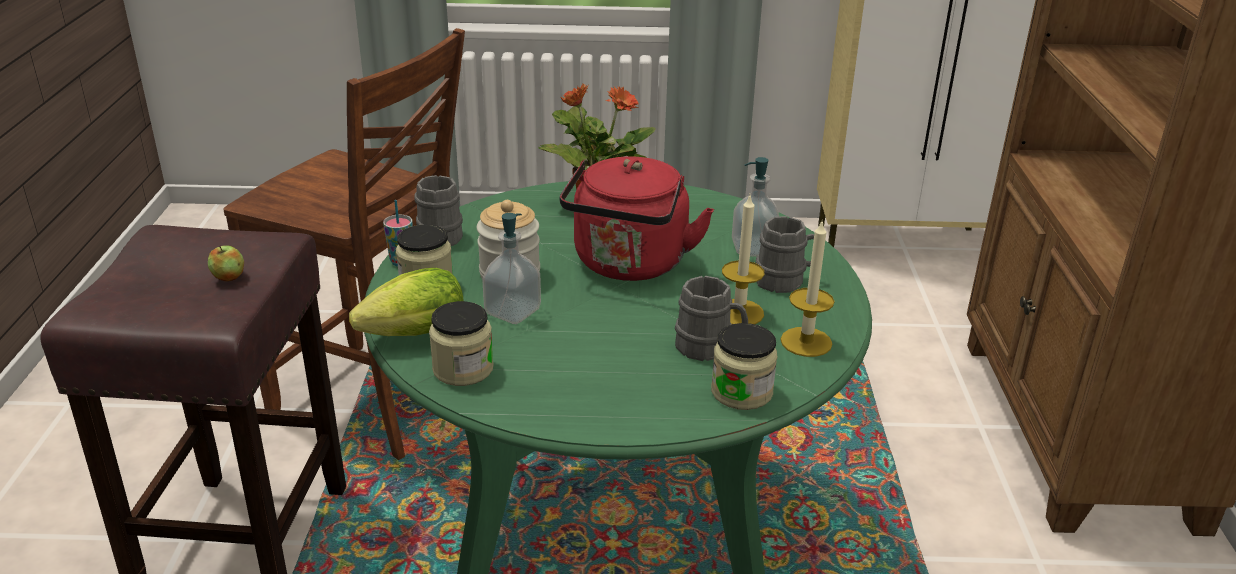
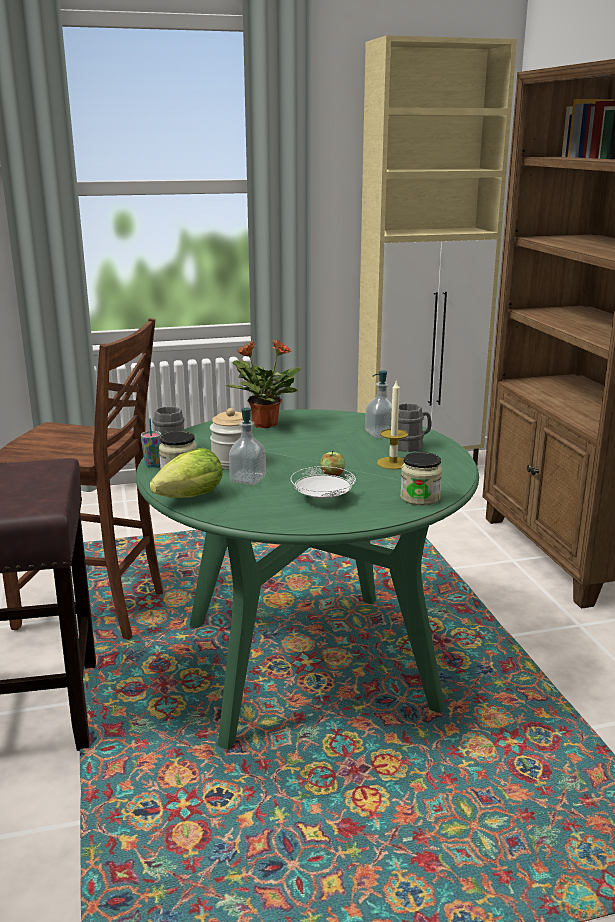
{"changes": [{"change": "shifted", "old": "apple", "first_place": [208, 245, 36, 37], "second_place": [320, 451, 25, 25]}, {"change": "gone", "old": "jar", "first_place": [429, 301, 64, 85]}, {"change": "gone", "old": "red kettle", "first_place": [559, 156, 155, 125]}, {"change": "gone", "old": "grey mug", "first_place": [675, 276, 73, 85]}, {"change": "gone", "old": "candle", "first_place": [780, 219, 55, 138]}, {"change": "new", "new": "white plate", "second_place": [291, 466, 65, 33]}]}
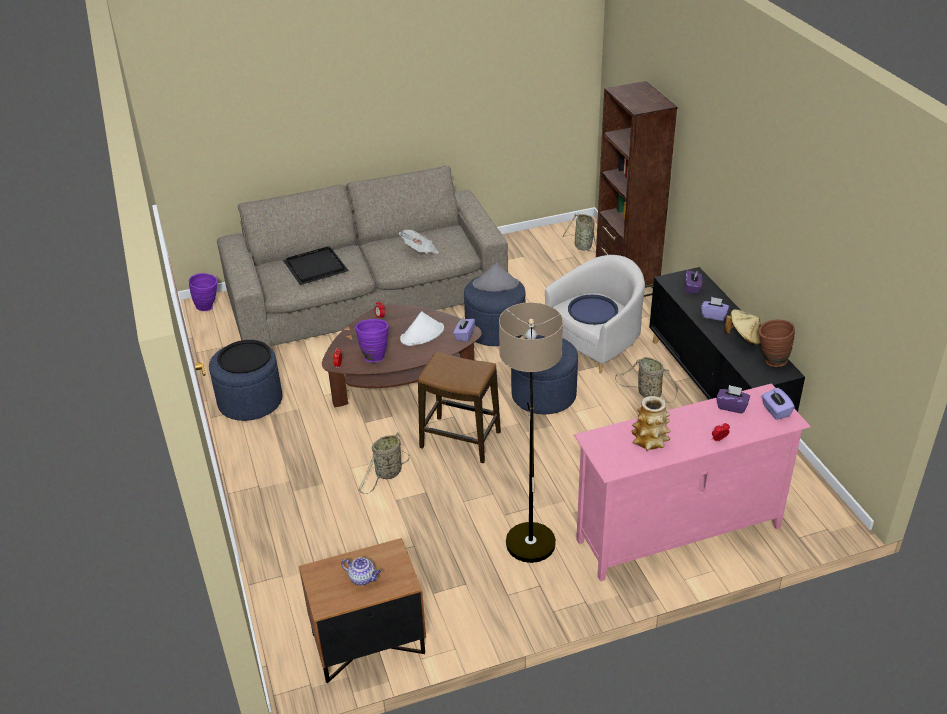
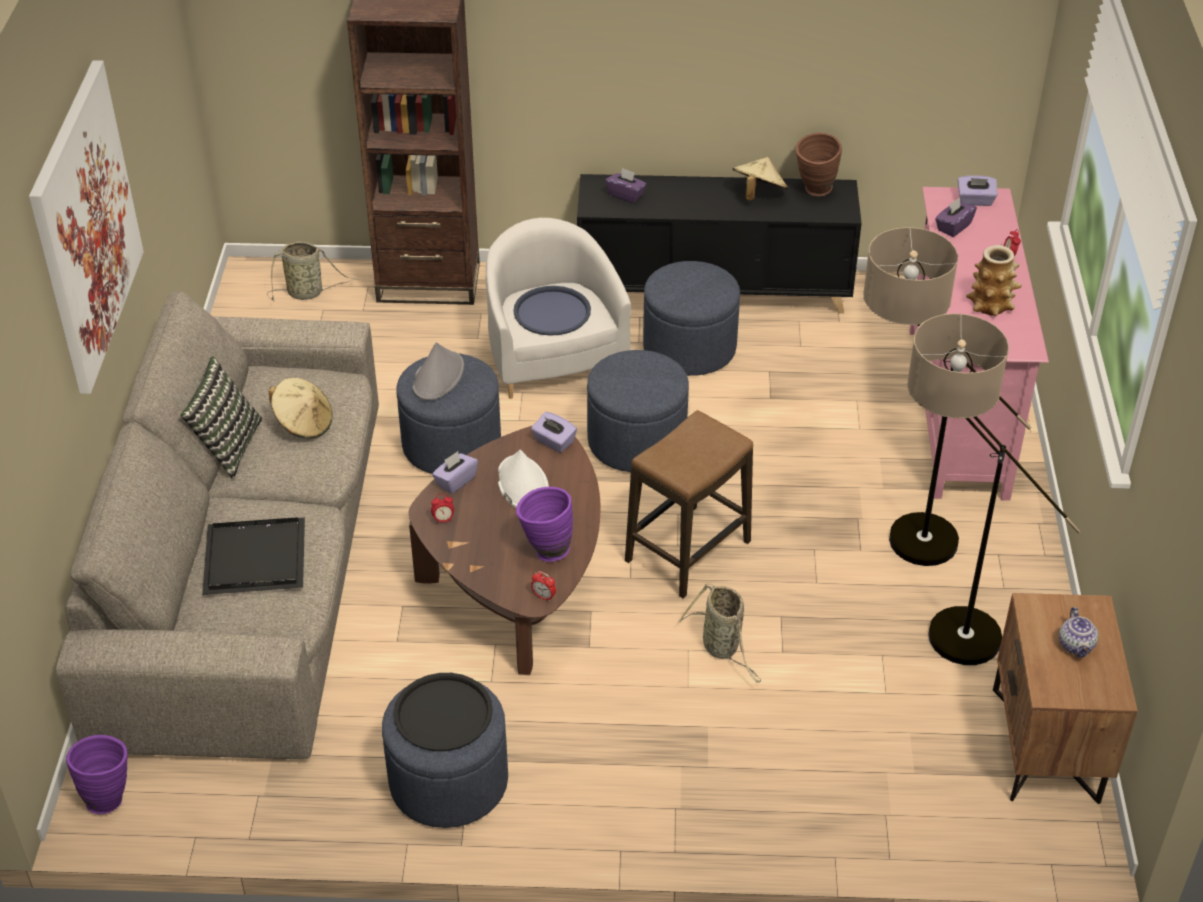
{"changes": [{"change": "rotated", "old": "teapot", "first_place": [341, 557, 40, 28], "second_place": [1059, 607, 39, 51], "degrees": 135}, {"change": "swapped", "old": "newspaper", "new": "beige hat", "first_place": [399, 230, 40, 24], "second_place": [269, 378, 64, 61]}, {"change": "swapped", "old": "basket", "new": "blue ottoman", "first_place": [615, 357, 63, 46], "second_place": [643, 261, 97, 115]}, {"change": "shifted", "old": "purple tissue box", "first_place": [701, 297, 28, 24], "second_place": [432, 451, 46, 43]}, {"change": "new", "new": "picture", "second_place": [29, 60, 115, 334]}, {"change": "new", "new": "pillow", "second_place": [181, 356, 82, 123]}, {"change": "new", "new": "floor lamp", "second_place": [907, 313, 174, 352]}]}
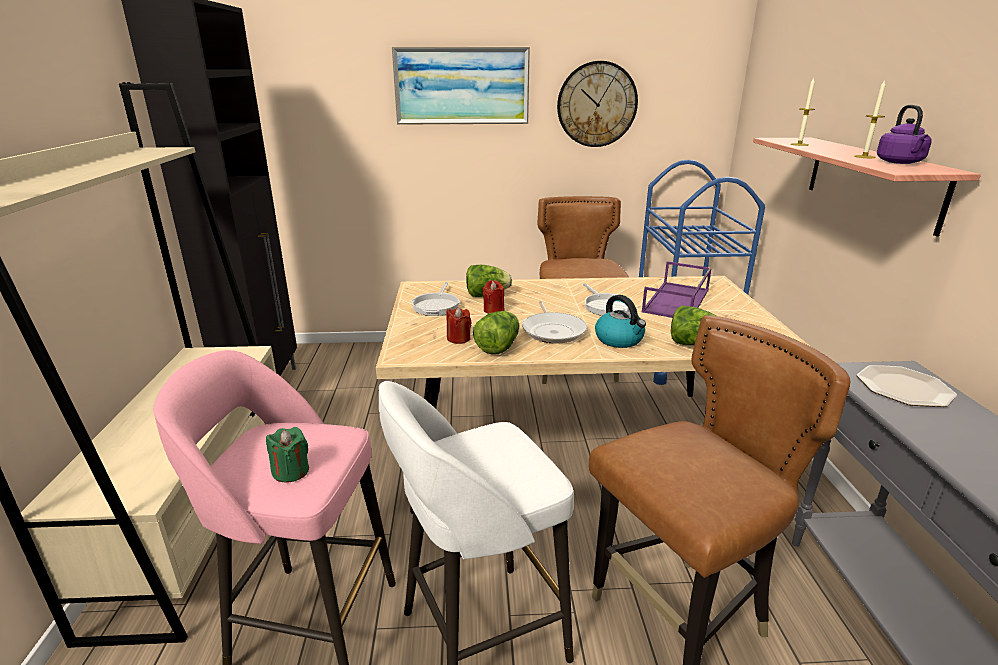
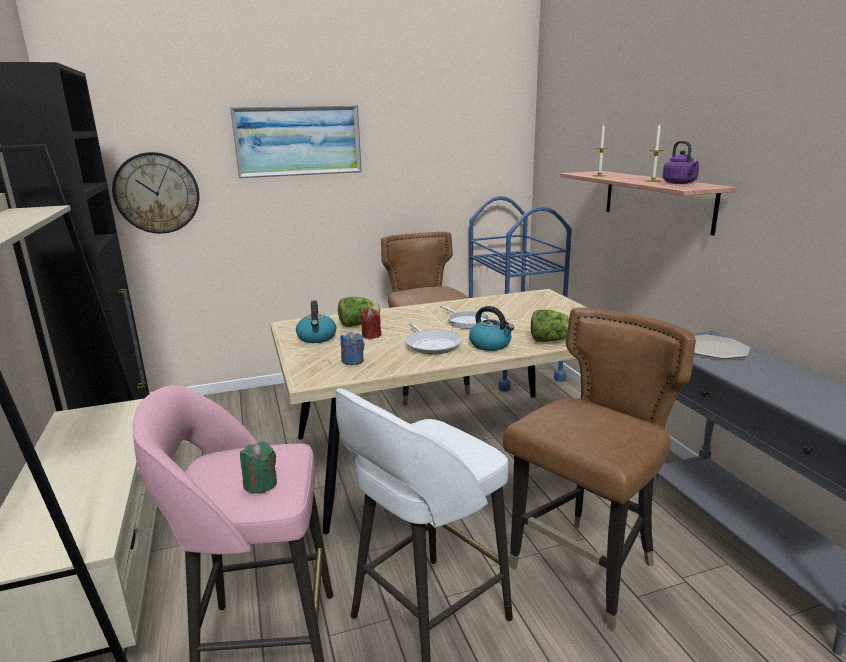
{"changes": [{"change": "swapped", "old": "frying pan", "new": "kettle", "first_place": [411, 282, 50, 34], "second_place": [296, 300, 40, 43]}, {"change": "repainted", "old": "red candle", "new": "blue candle", "first_place": [446, 307, 25, 37], "second_place": [340, 332, 24, 33]}, {"change": "gone", "old": "lettuce", "first_place": [473, 311, 46, 44]}, {"change": "shifted", "old": "wall clock", "first_place": [557, 61, 81, 86], "second_place": [112, 152, 87, 82]}, {"change": "gone", "old": "purple tray", "first_place": [642, 261, 70, 57]}]}
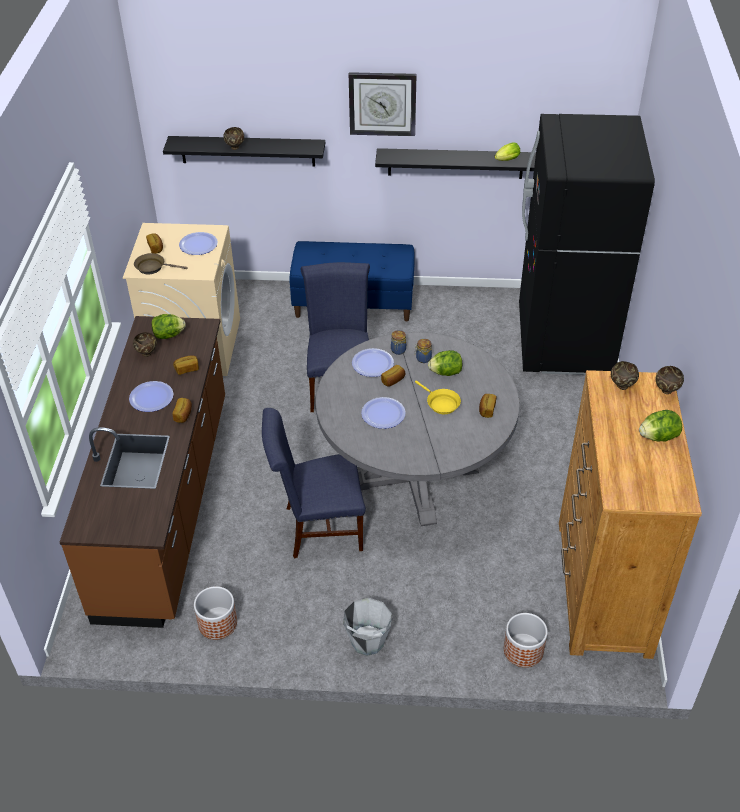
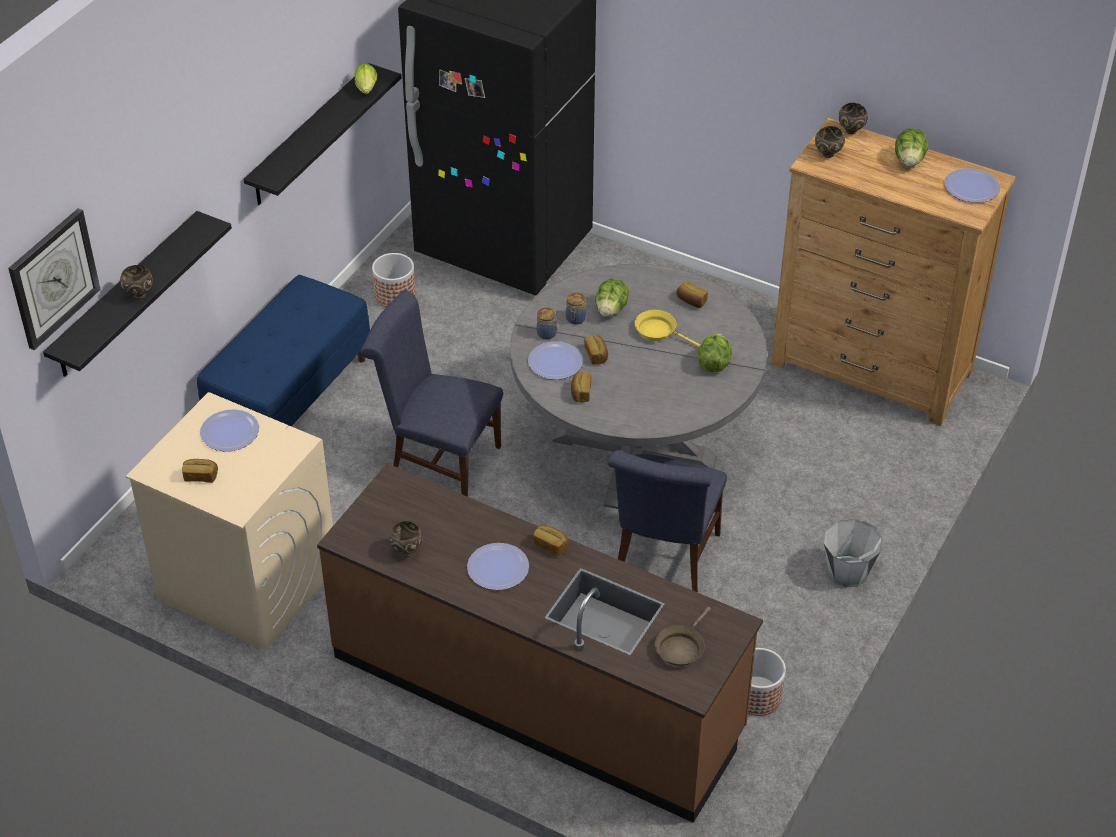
{"changes": [{"change": "shifted", "old": "brown frying pan", "first_place": [134, 253, 54, 21], "second_place": [655, 607, 56, 59]}, {"change": "shifted", "old": "lettuce", "first_place": [151, 314, 35, 25], "second_place": [698, 334, 34, 38]}, {"change": "shifted", "old": "bread", "first_place": [173, 355, 26, 20], "second_place": [571, 372, 20, 31]}, {"change": "shifted", "old": "wall clock", "first_place": [349, 72, 68, 64], "second_place": [8, 208, 93, 142]}, {"change": "shifted", "old": "plate", "first_place": [361, 397, 44, 32], "second_place": [944, 168, 57, 35]}, {"change": "rotated", "old": "yellow frying pan", "first_place": [415, 381, 46, 33], "second_place": [635, 310, 66, 38], "degrees": -135}, {"change": "shifted", "old": "planter", "first_place": [504, 613, 44, 54], "second_place": [372, 253, 44, 54]}]}
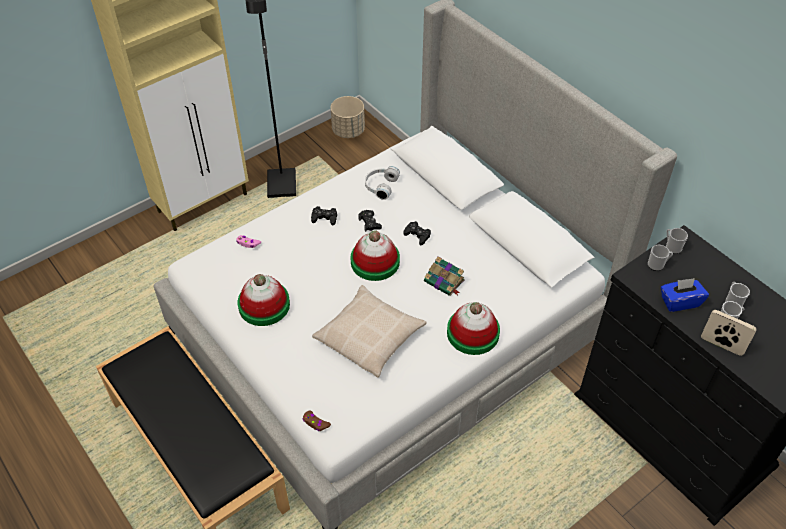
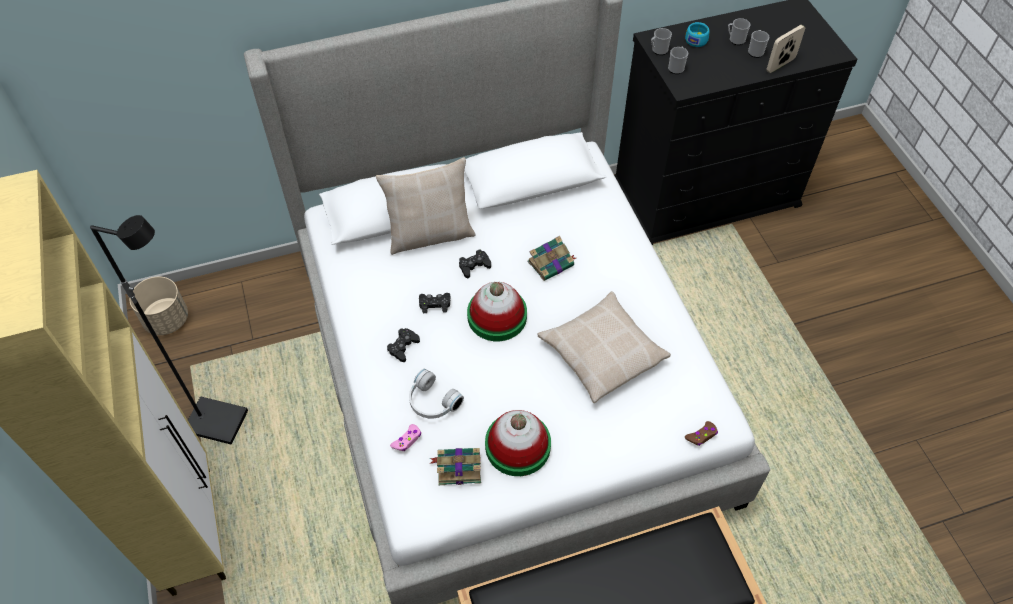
{"changes": [{"change": "shifted", "old": "white headphones", "first_place": [365, 166, 35, 34], "second_place": [409, 369, 55, 50]}, {"change": "gone", "old": "hat", "first_place": [447, 302, 53, 53]}, {"change": "gone", "old": "blue tissue box", "first_place": [661, 278, 48, 34]}, {"change": "new", "new": "beige pillow", "second_place": [376, 157, 100, 98]}, {"change": "new", "new": "book", "second_place": [430, 448, 51, 37]}, {"change": "new", "new": "turquoise cup", "second_place": [685, 22, 25, 25]}]}
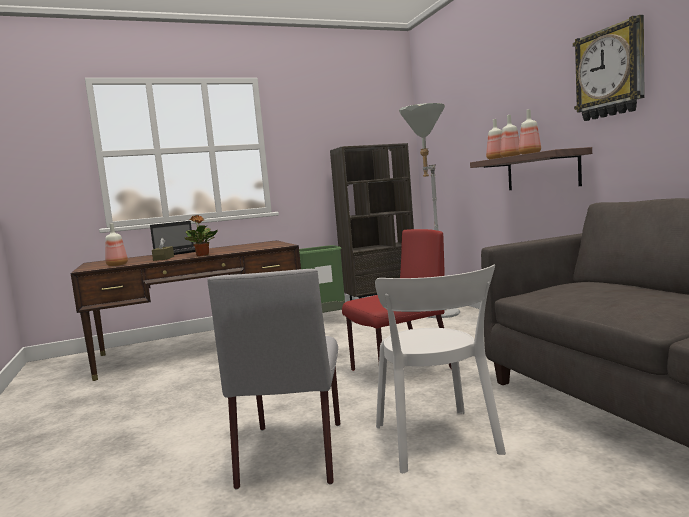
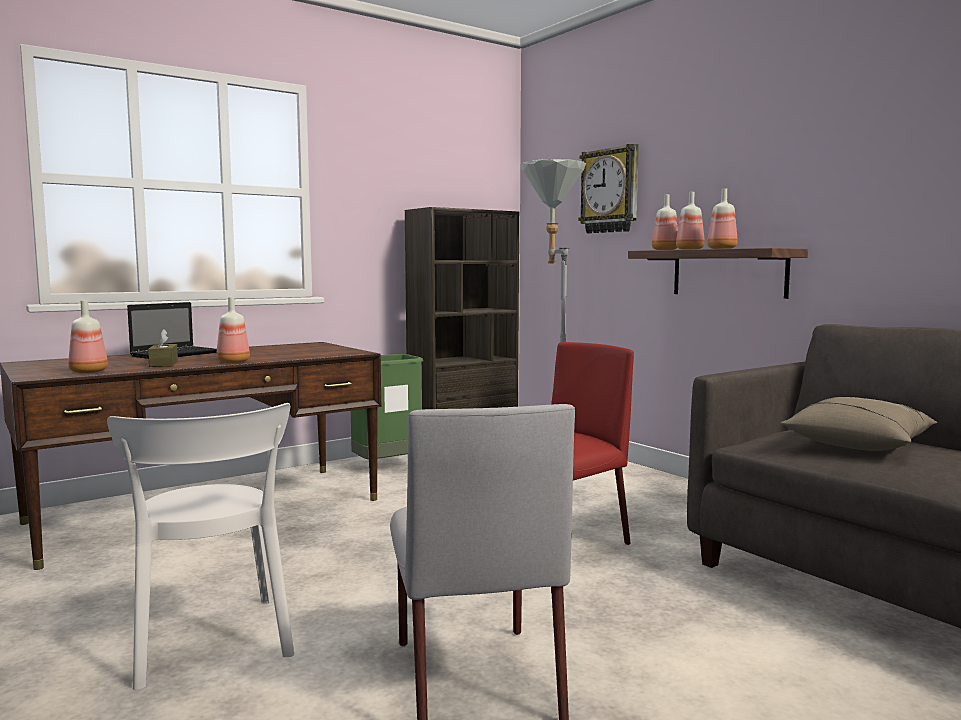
{"changes": [{"change": "swapped", "old": "potted plant", "new": "bottle", "first_place": [185, 215, 33, 41], "second_place": [217, 297, 33, 66]}, {"change": "shifted", "old": "white chair", "first_place": [375, 264, 131, 209], "second_place": [107, 403, 187, 287]}, {"change": "shifted", "old": "wall clock", "first_place": [573, 15, 72, 106], "second_place": [579, 144, 60, 89]}, {"change": "new", "new": "beige pillow", "second_place": [781, 397, 156, 54]}]}
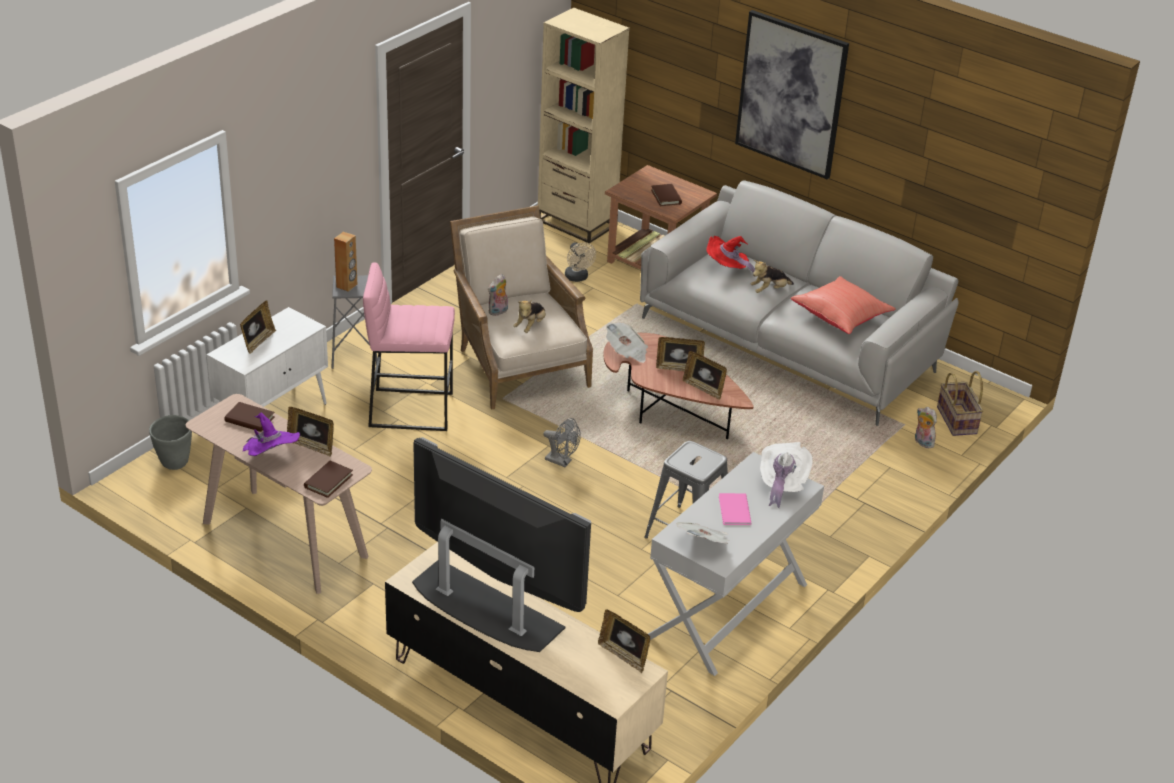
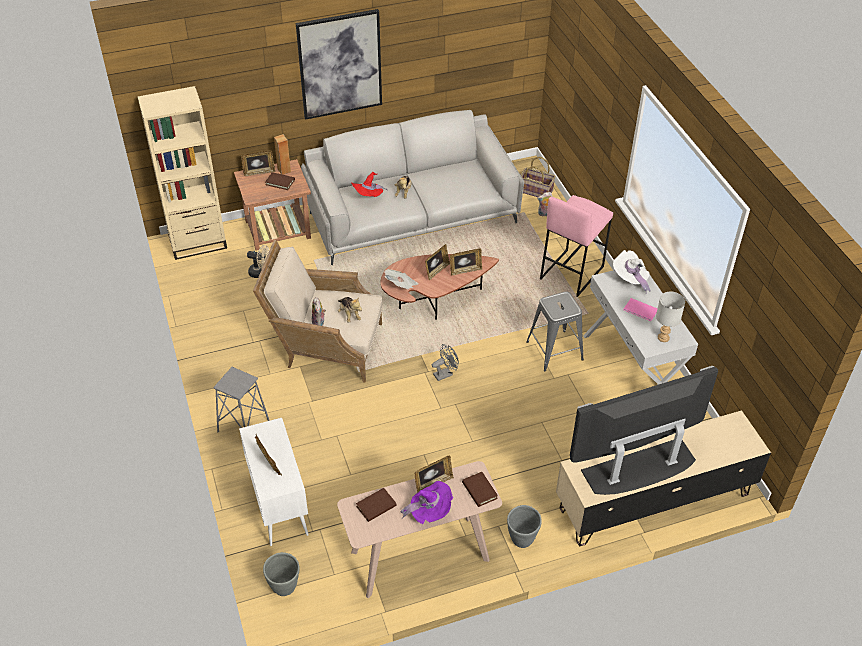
{"changes": [{"change": "shifted", "old": "brown speaker", "first_place": [334, 232, 23, 60], "second_place": [274, 134, 17, 41]}, {"change": "shifted", "old": "pink stool", "first_place": [363, 262, 92, 169], "second_place": [540, 195, 73, 102]}, {"change": "shifted", "old": "picture frame", "first_place": [598, 609, 52, 64], "second_place": [241, 150, 34, 26]}, {"change": "swapped", "old": "newspaper", "new": "grey table lamp", "first_place": [677, 522, 52, 22], "second_place": [656, 292, 29, 50]}, {"change": "gone", "old": "red pillow", "first_place": [791, 276, 105, 58]}, {"change": "new", "new": "grey planter", "second_place": [507, 505, 35, 43]}]}
